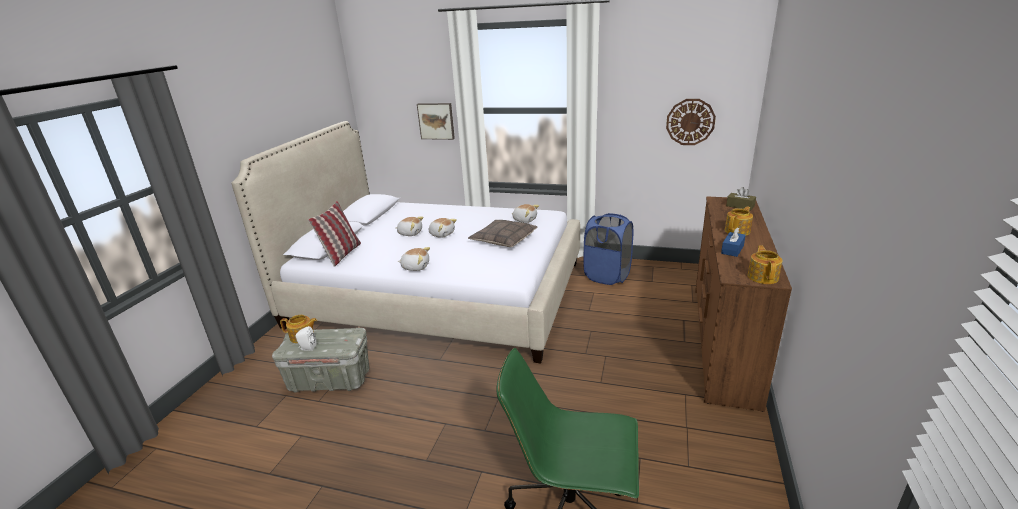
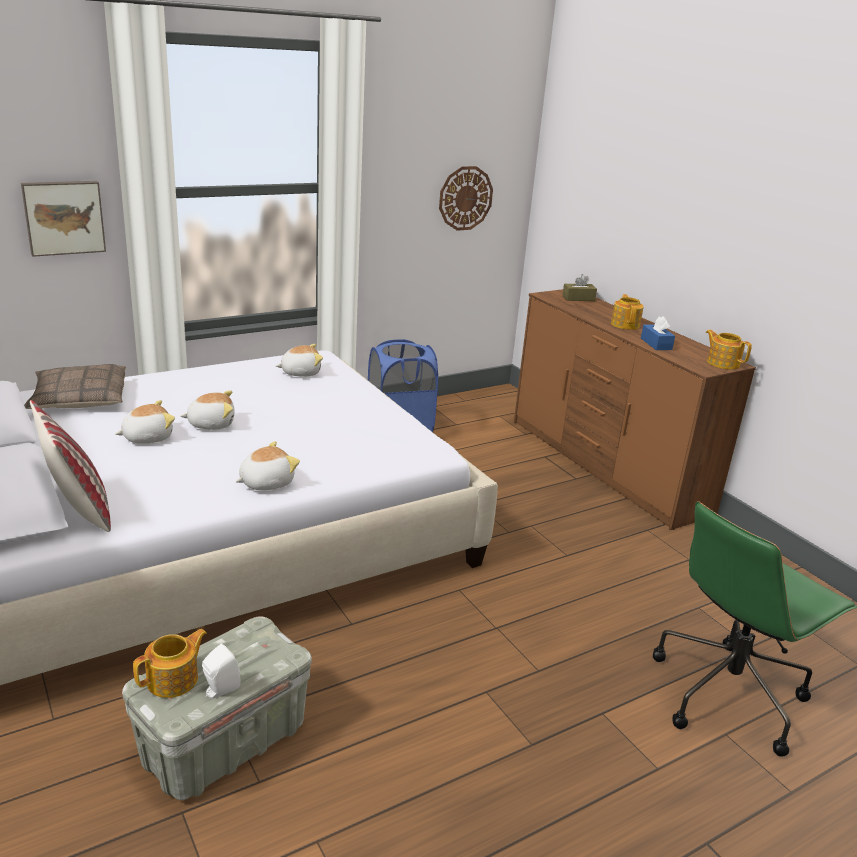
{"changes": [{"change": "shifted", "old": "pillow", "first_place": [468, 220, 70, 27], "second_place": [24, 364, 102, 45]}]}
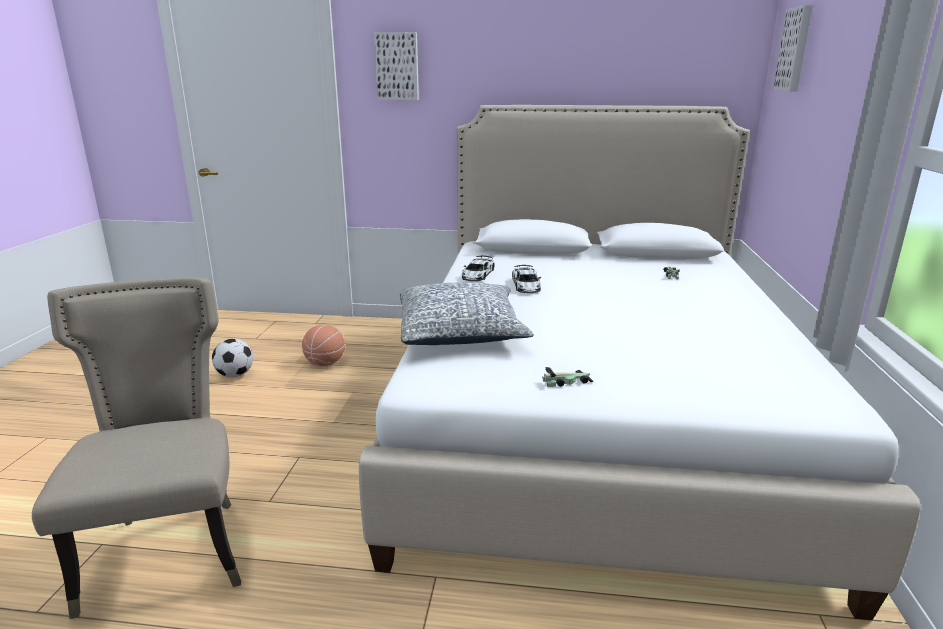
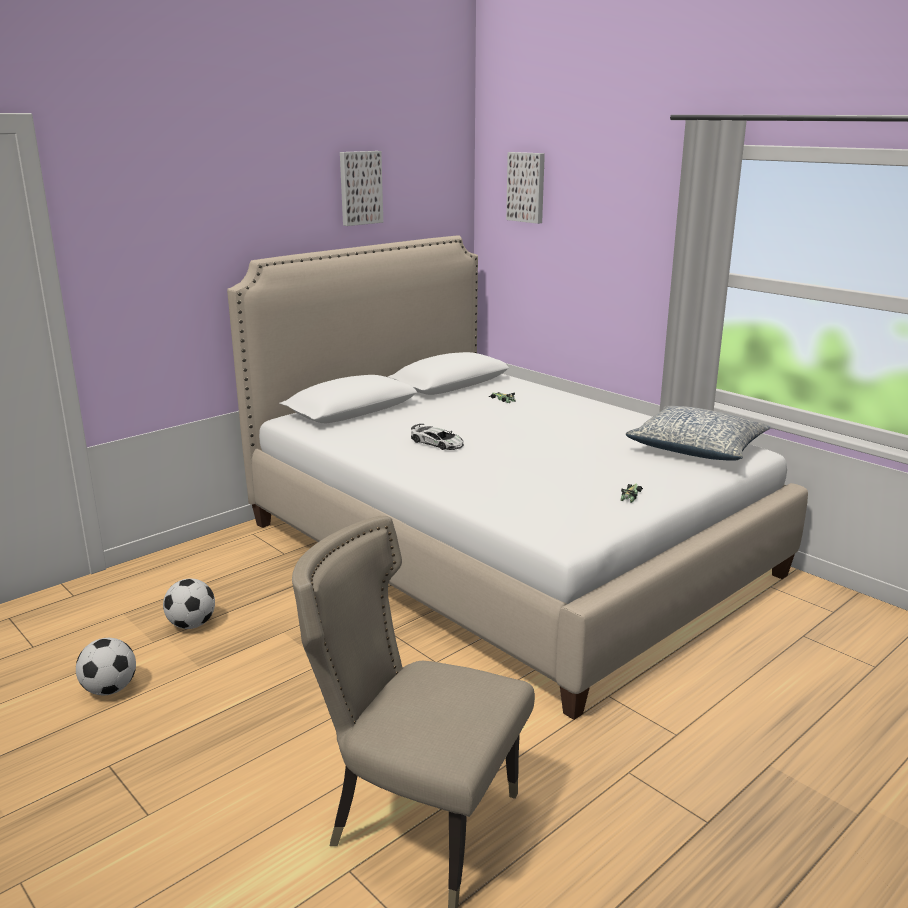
{"changes": [{"change": "swapped", "old": "basketball", "new": "football", "first_place": [302, 325, 43, 41], "second_place": [163, 578, 52, 51]}, {"change": "shifted", "old": "picture", "first_place": [374, 32, 45, 68], "second_place": [340, 151, 43, 75]}, {"change": "shifted", "old": "pillow", "first_place": [400, 282, 134, 63], "second_place": [626, 406, 145, 55]}, {"change": "gone", "old": "toy car", "first_place": [462, 256, 32, 25]}]}
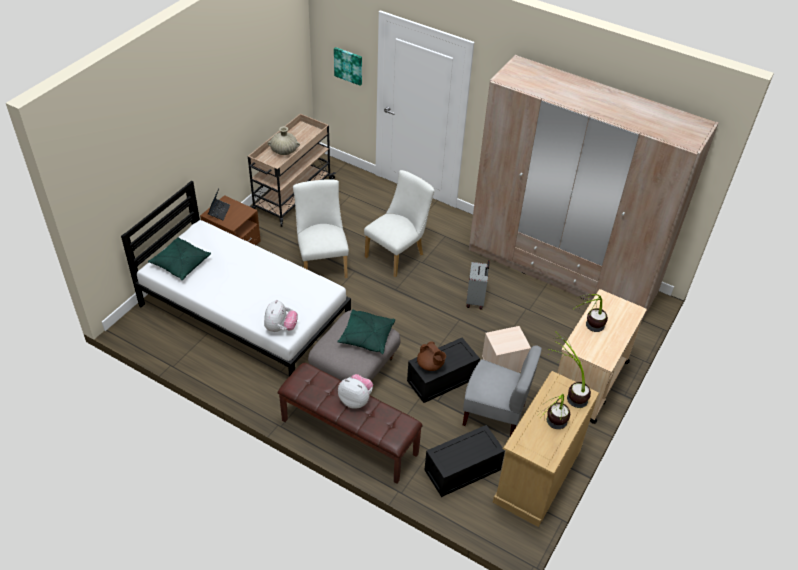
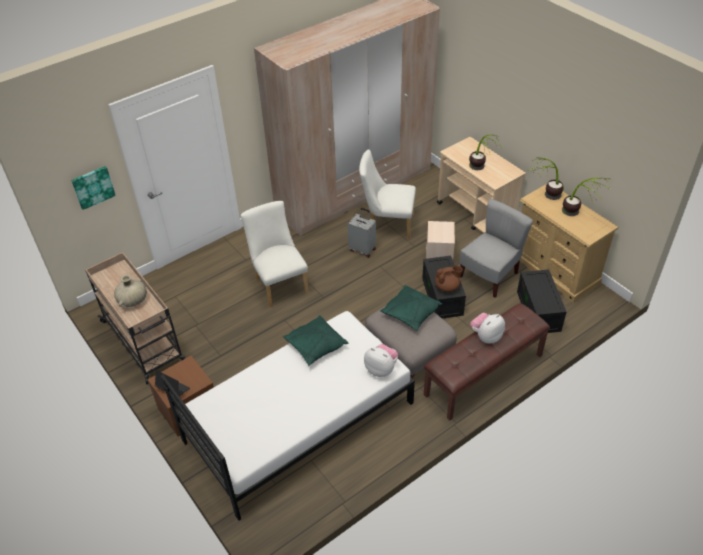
{"changes": [{"change": "shifted", "old": "green pillow", "first_place": [148, 237, 63, 43], "second_place": [283, 315, 65, 51]}, {"change": "shifted", "old": "white chair", "first_place": [293, 179, 56, 99], "second_place": [359, 149, 57, 91]}]}
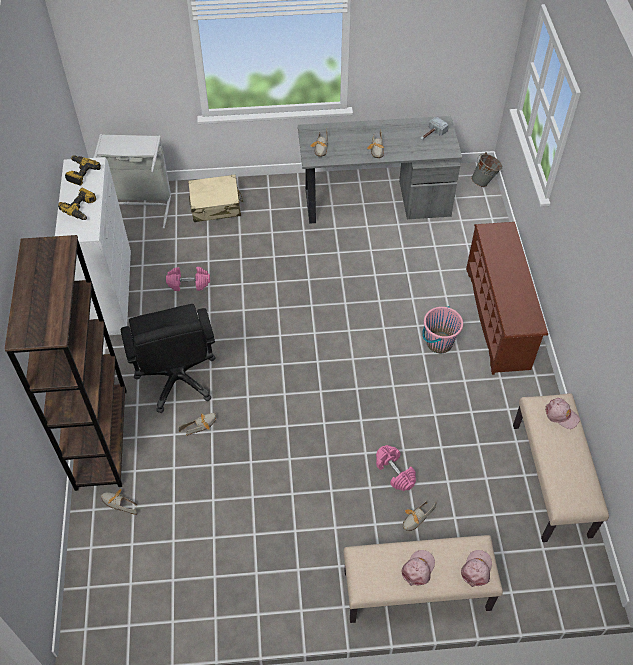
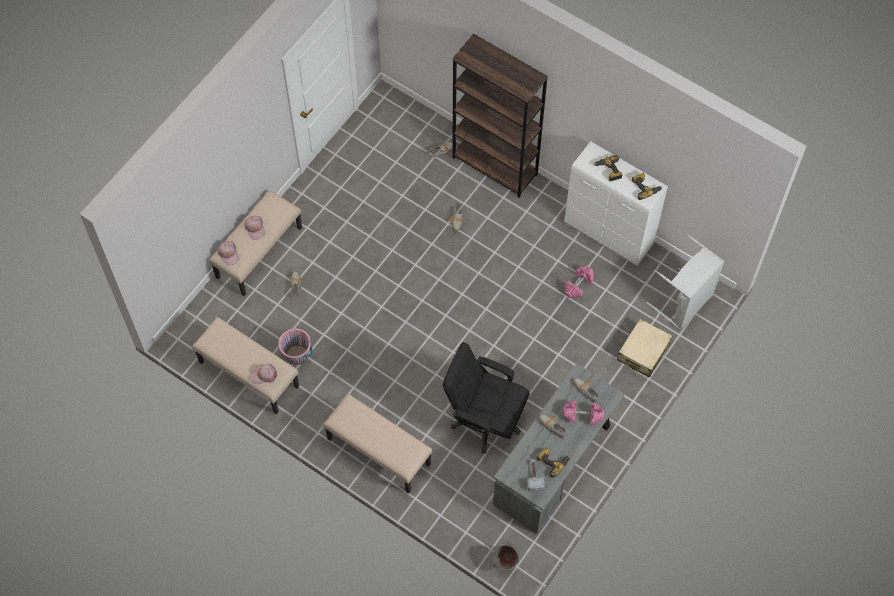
{"changes": [{"change": "shifted", "old": "black office chair", "first_place": [121, 304, 95, 109], "second_place": [443, 342, 87, 112]}, {"change": "shifted", "old": "pink dumbbell", "first_place": [376, 445, 40, 46], "second_place": [563, 400, 41, 25]}, {"change": "shifted", "old": "pink bucket", "first_place": [422, 306, 41, 47], "second_place": [278, 328, 35, 37]}, {"change": "swapped", "old": "brown shoe rack", "new": "beige bench", "first_place": [466, 222, 82, 153], "second_place": [323, 394, 109, 99]}, {"change": "new", "new": "power drill", "second_place": [537, 448, 33, 29]}]}
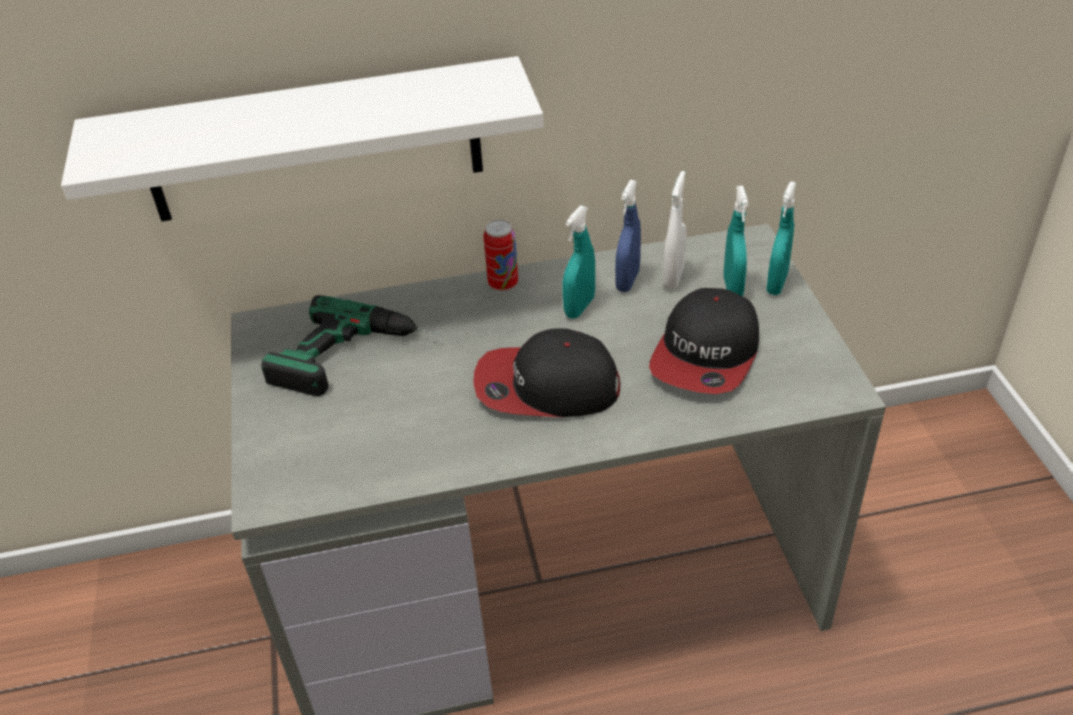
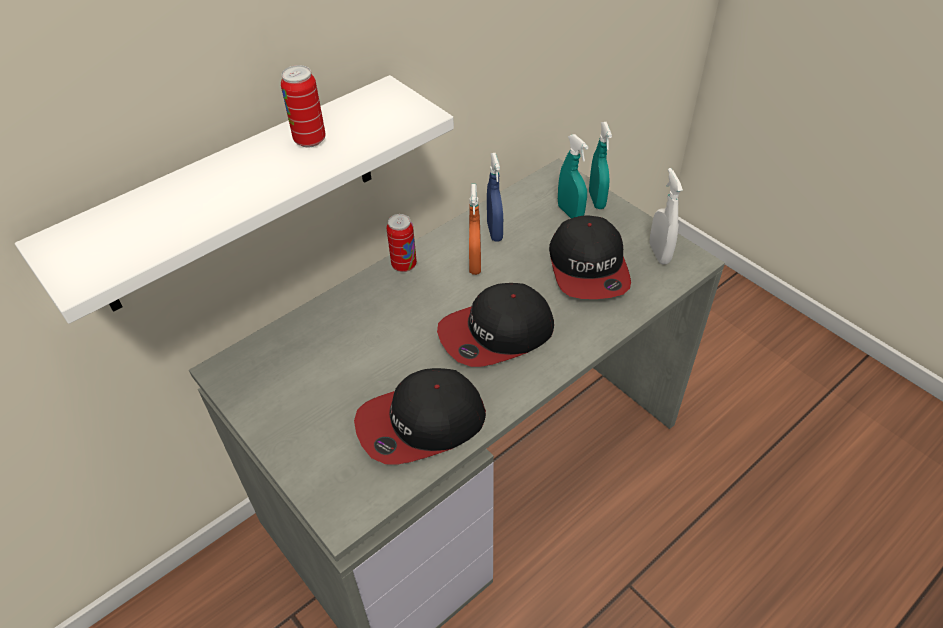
{"changes": [{"change": "gone", "old": "power drill", "first_place": [261, 295, 179, 101]}, {"change": "repainted", "old": "turquoise spray bottle", "new": "orange spray bottle", "first_place": [562, 205, 33, 114], "second_place": [469, 184, 12, 91]}, {"change": "shifted", "old": "white spray bottle", "first_place": [663, 171, 24, 119], "second_place": [650, 168, 33, 96]}, {"change": "new", "new": "can", "second_place": [281, 65, 45, 82]}, {"change": "new", "new": "cap", "second_place": [354, 368, 132, 96]}]}
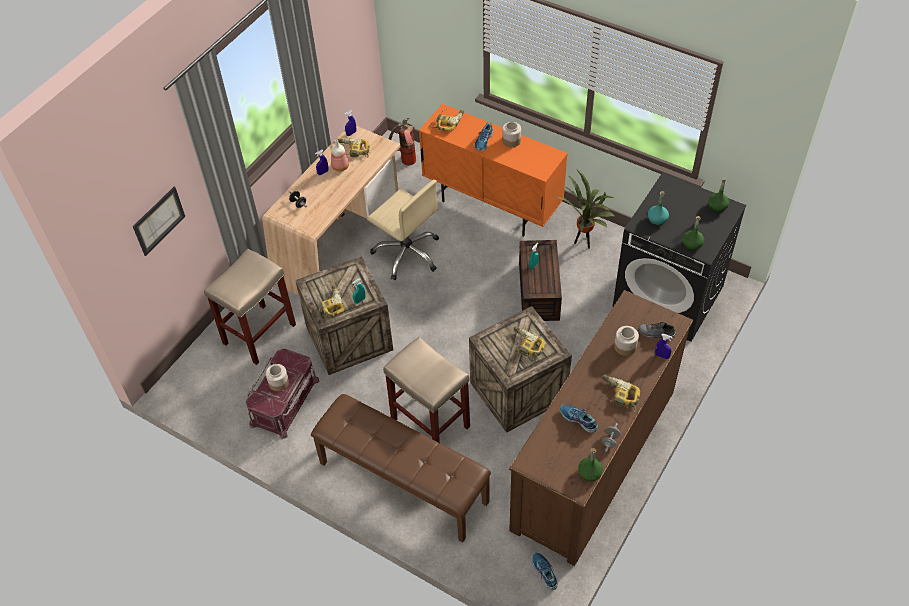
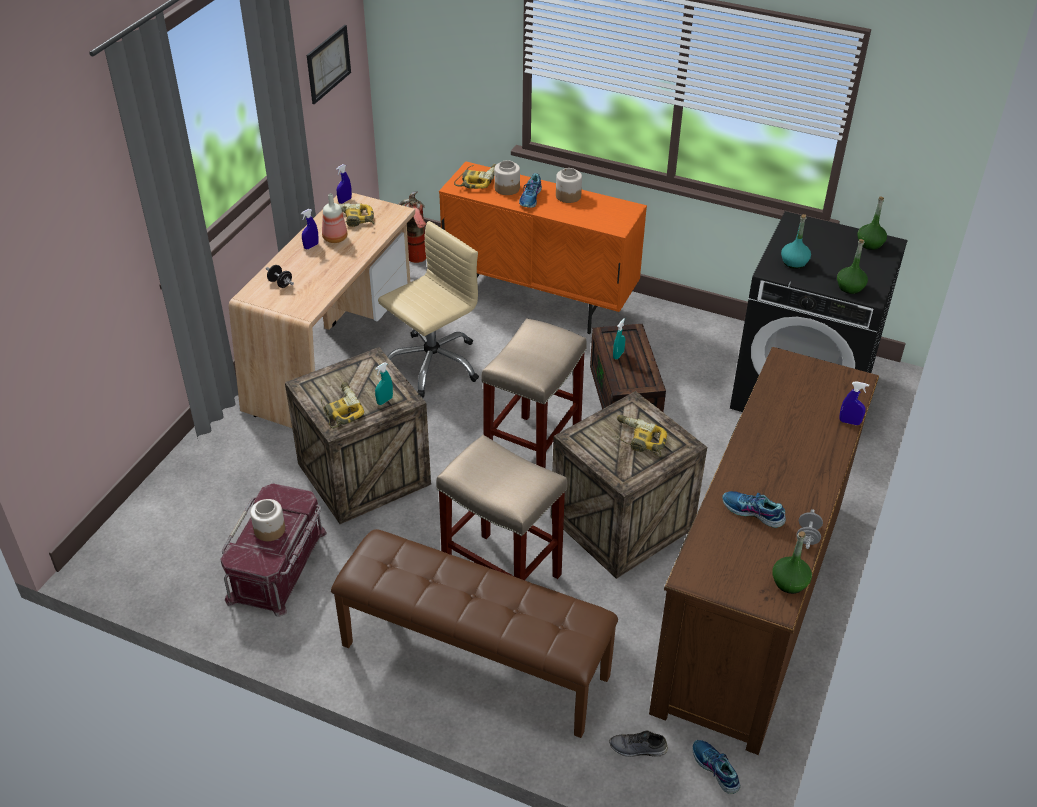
{"changes": [{"change": "shifted", "old": "picture", "first_place": [133, 187, 52, 69], "second_place": [307, 25, 44, 79]}, {"change": "shifted", "old": "beige stool", "first_place": [204, 249, 92, 116], "second_place": [481, 318, 106, 150]}, {"change": "rotated", "old": "beige office chair", "first_place": [367, 180, 72, 100], "second_place": [378, 221, 101, 177], "degrees": -75}, {"change": "gone", "old": "potted plant", "first_place": [557, 170, 58, 79]}, {"change": "gone", "old": "power drill", "first_place": [601, 375, 39, 37]}, {"change": "shifted", "old": "jar", "first_place": [614, 326, 25, 30], "second_place": [494, 160, 26, 35]}, {"change": "shifted", "old": "grey shoe", "first_place": [638, 322, 38, 17], "second_place": [610, 730, 58, 27]}]}
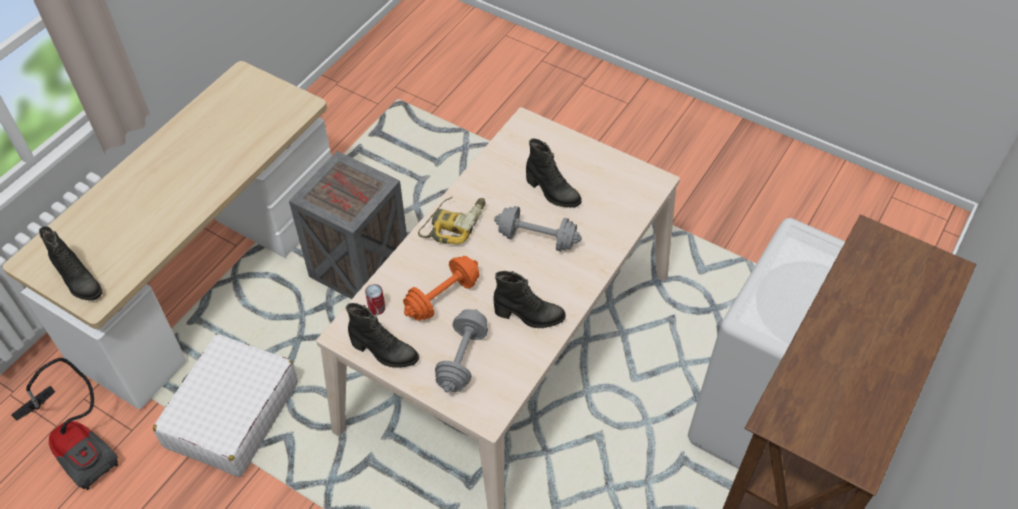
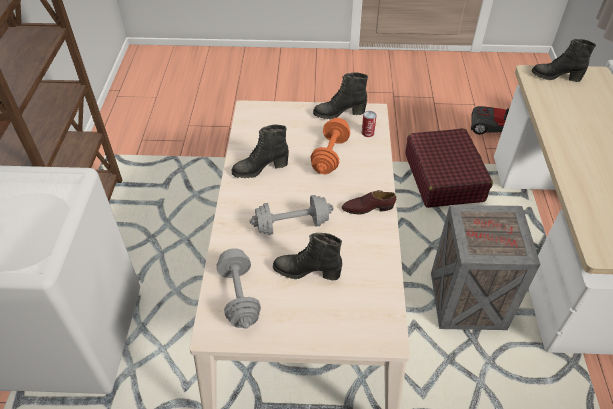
{"changes": [{"change": "repainted", "old": "white suitcase", "new": "red suitcase", "first_place": [153, 334, 145, 143], "second_place": [405, 128, 88, 80]}, {"change": "swapped", "old": "power drill", "new": "brown shoe", "first_place": [418, 197, 68, 47], "second_place": [342, 190, 54, 25]}, {"change": "shifted", "old": "grey dumbbell", "first_place": [435, 309, 53, 84], "second_place": [217, 248, 44, 81]}]}
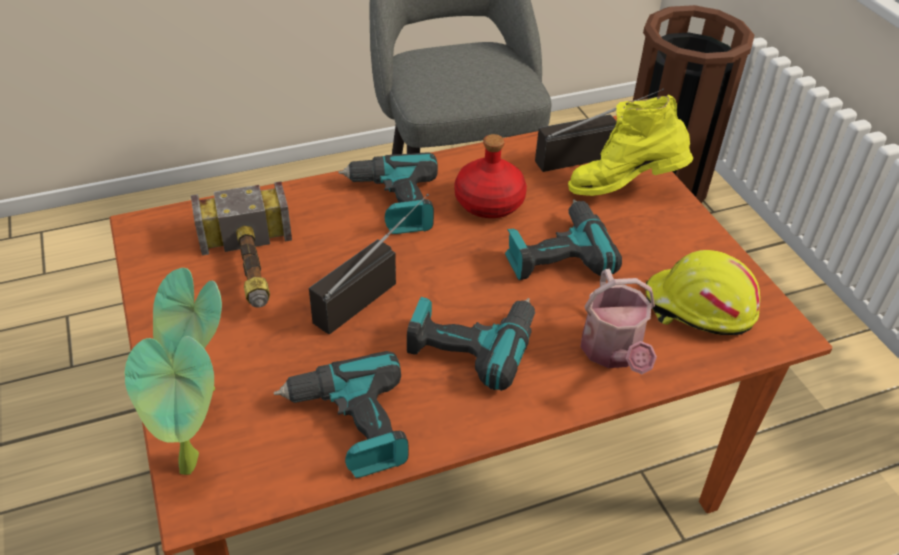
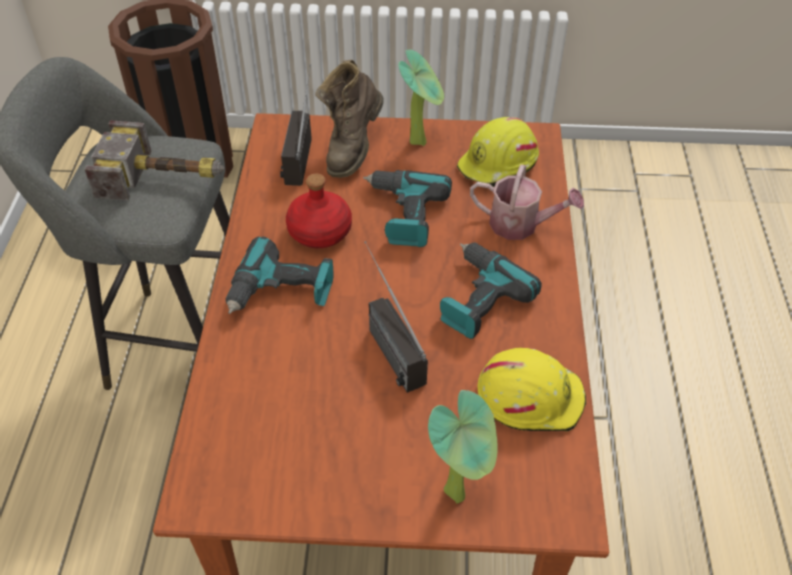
{"changes": [{"change": "shifted", "old": "potted plant", "first_place": [125, 336, 89, 139], "second_place": [398, 49, 46, 97]}, {"change": "shifted", "old": "hammer", "first_place": [191, 181, 101, 127], "second_place": [84, 120, 140, 81]}, {"change": "swapped", "old": "power drill", "new": "yellow hard hat", "first_place": [274, 351, 135, 127], "second_place": [477, 347, 109, 85]}, {"change": "repainted", "old": "yellow boot", "new": "brown boot", "first_place": [568, 94, 125, 102], "second_place": [315, 60, 69, 118]}]}
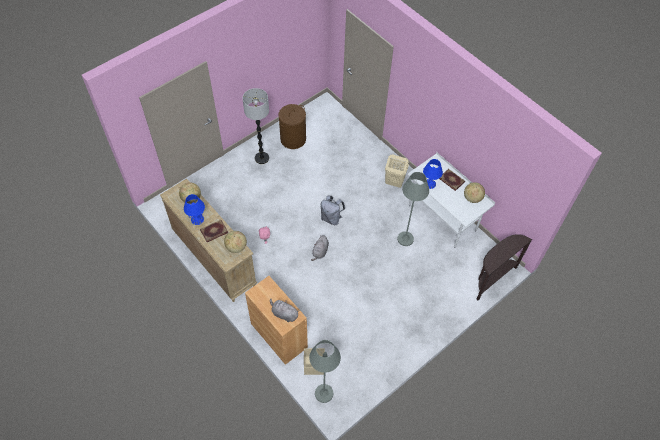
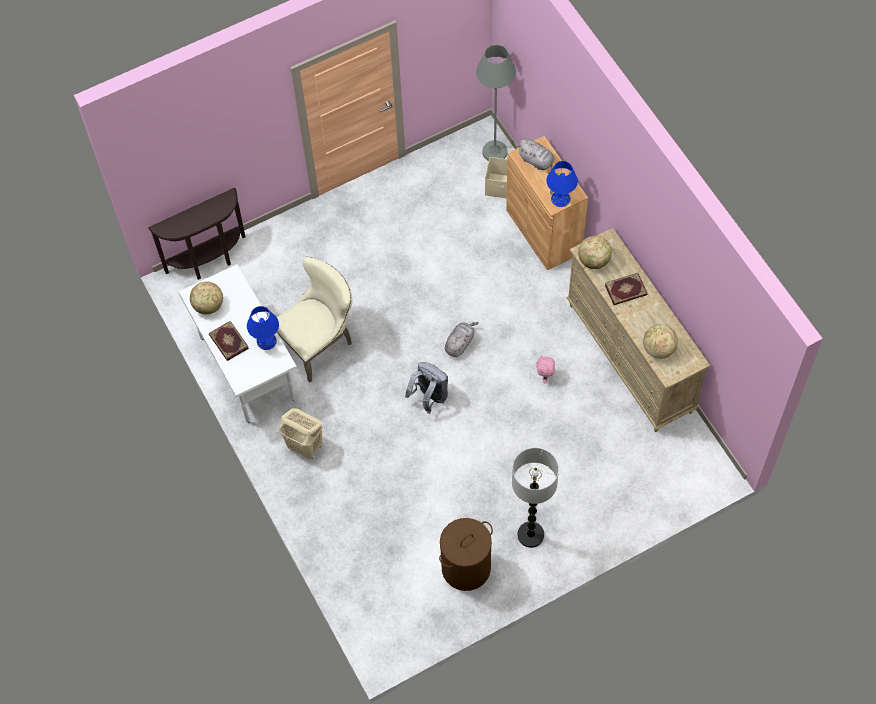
{"changes": [{"change": "shifted", "old": "blue table lamp", "first_place": [184, 194, 21, 31], "second_place": [546, 161, 32, 46]}, {"change": "swapped", "old": "grey floor lamp", "new": "beige chair", "first_place": [397, 172, 32, 74], "second_place": [277, 257, 75, 126]}]}
